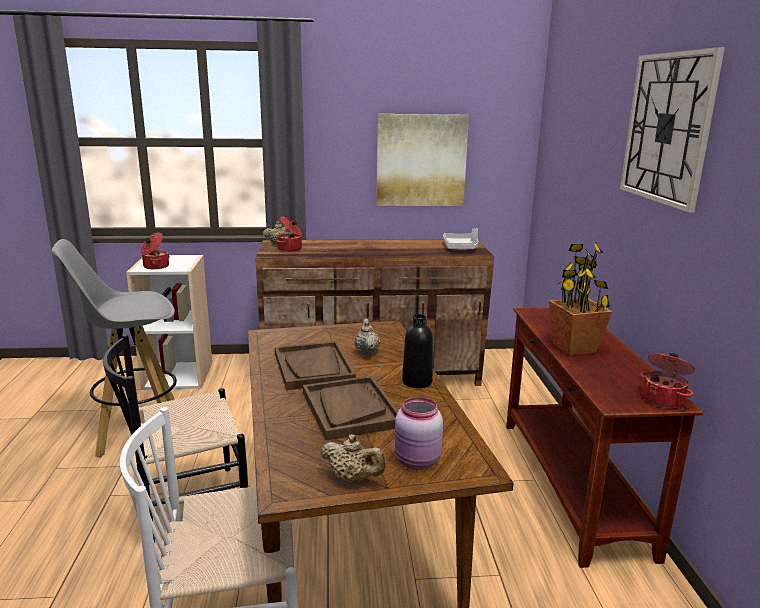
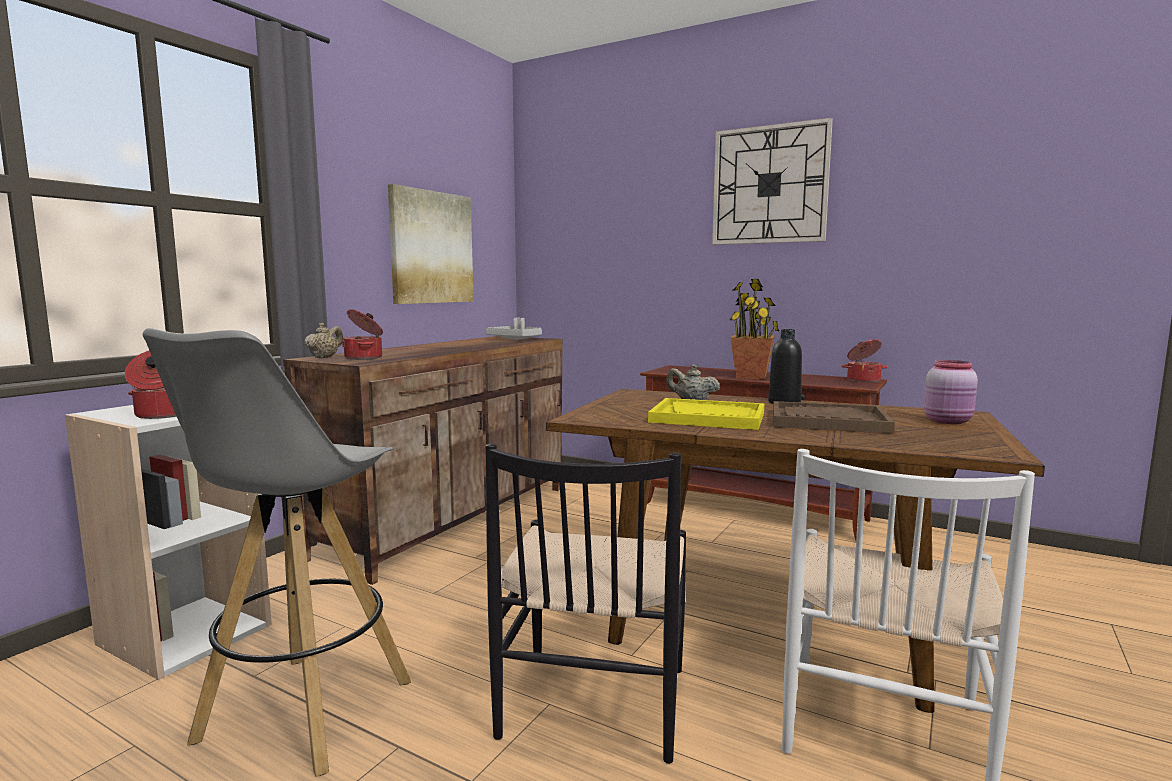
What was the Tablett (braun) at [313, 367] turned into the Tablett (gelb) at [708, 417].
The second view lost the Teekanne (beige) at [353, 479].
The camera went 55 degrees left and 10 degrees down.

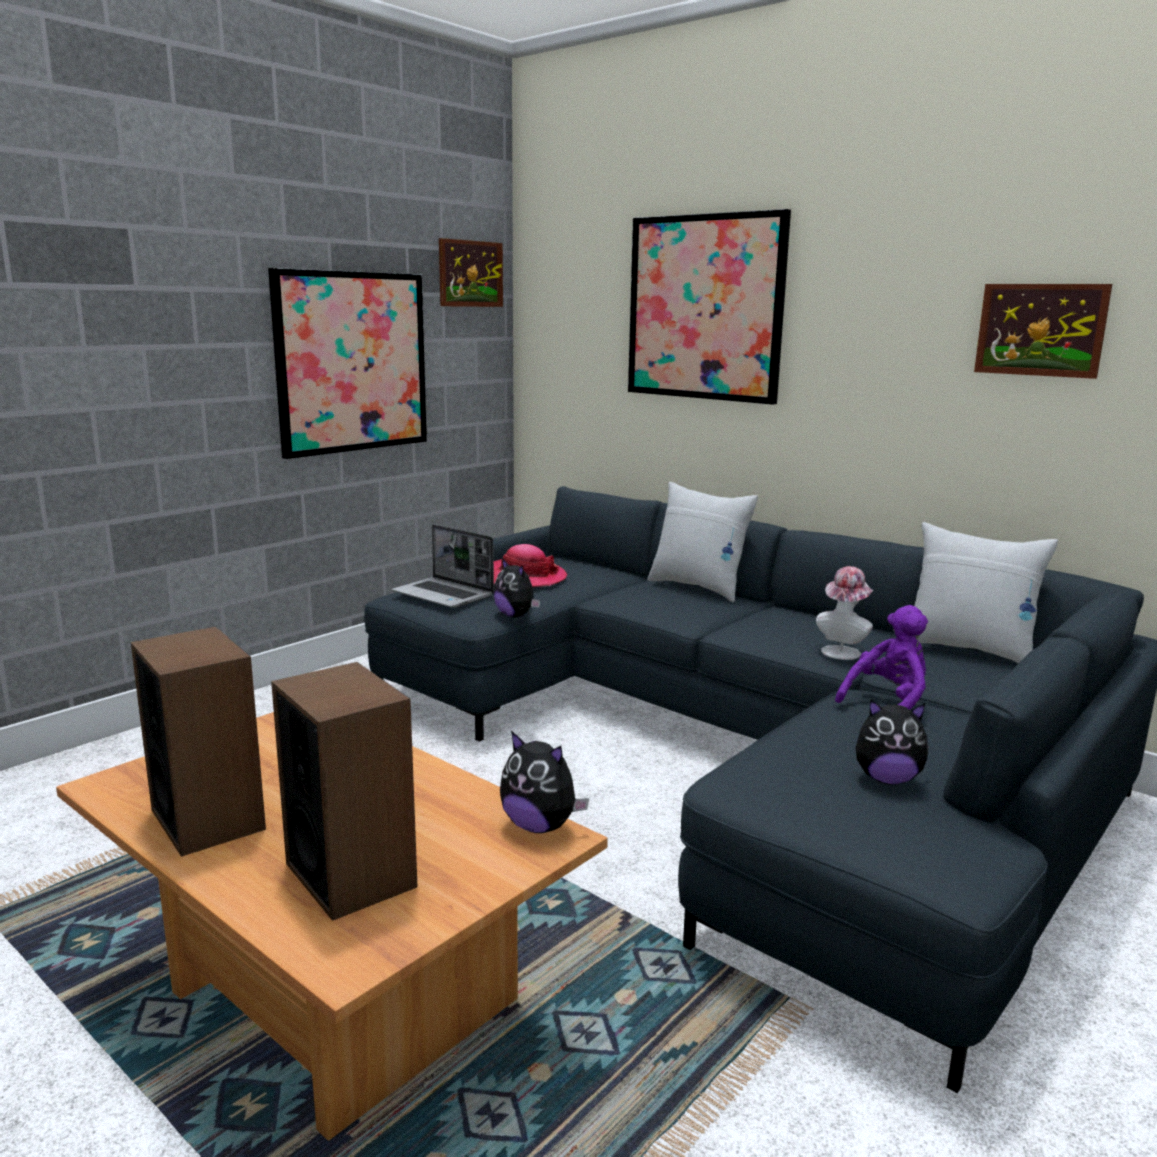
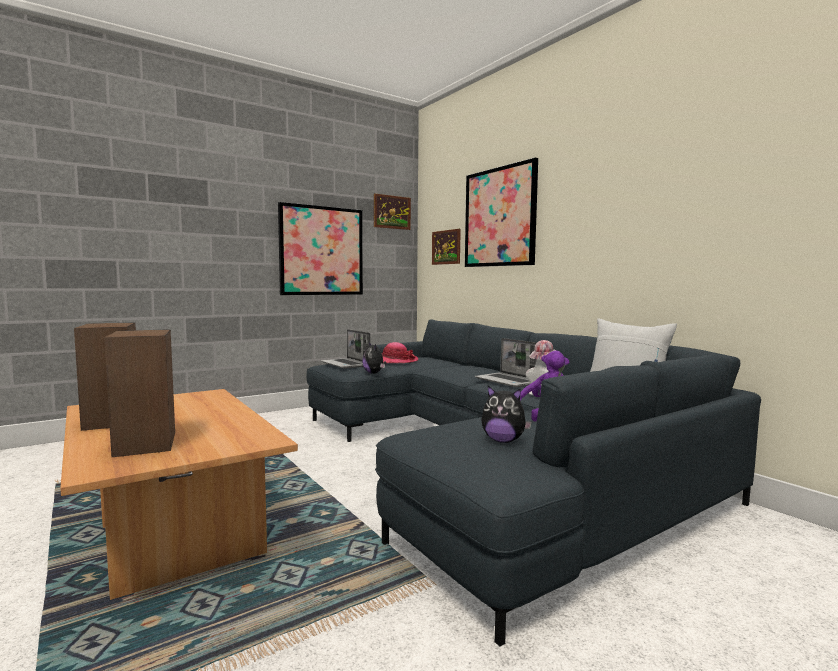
The second view lost the Plüschtier at [540, 826].
The second view lost the Kissen (grau) at [697, 588].
The Bild ended up elsewhere, having gone from [1040, 330] to [446, 247].
The second view gained the Laptop at [508, 381].
The camera went 15 degrees right and 10 degrees down.

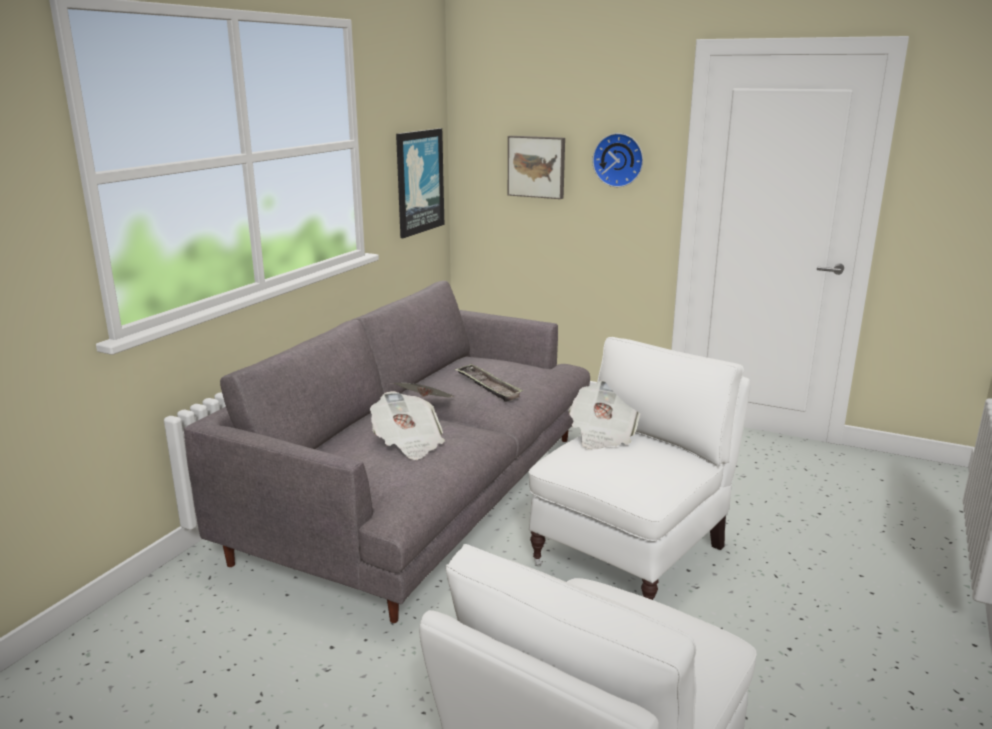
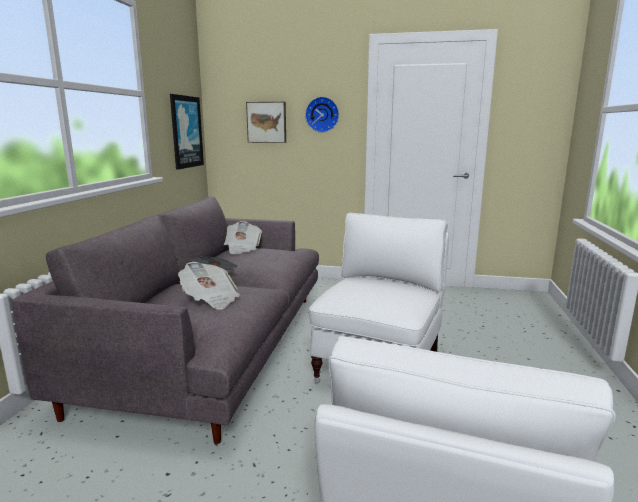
The second view lost the Tablett at [487, 386].
The Zeitung ended up elsewhere, having gone from [603, 434] to [241, 249].
The camera went 15 degrees left and 5 degrees down.

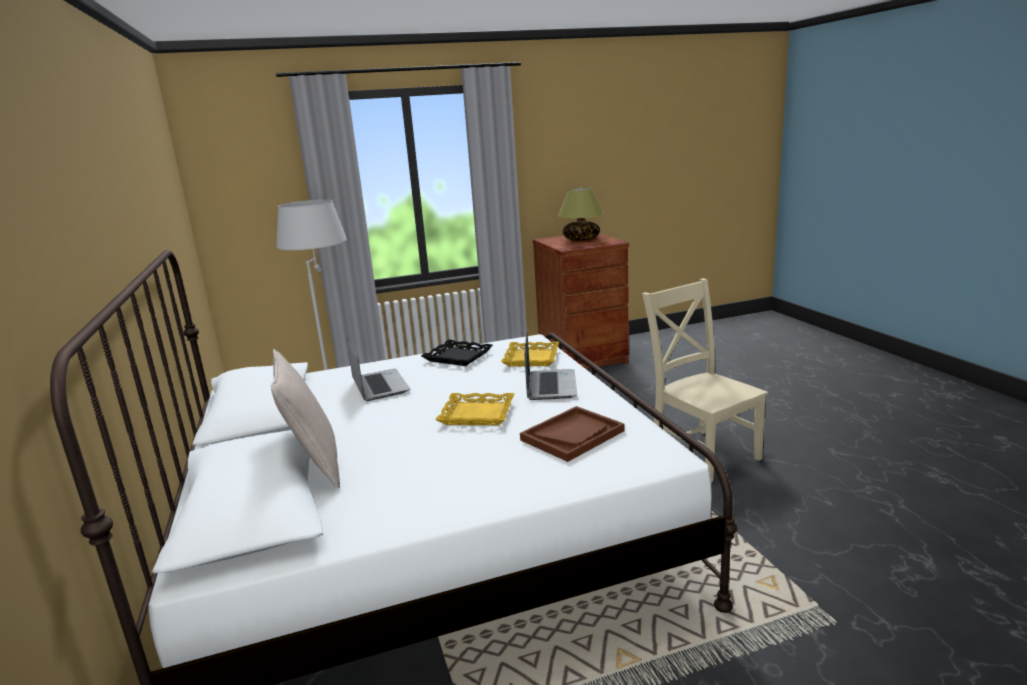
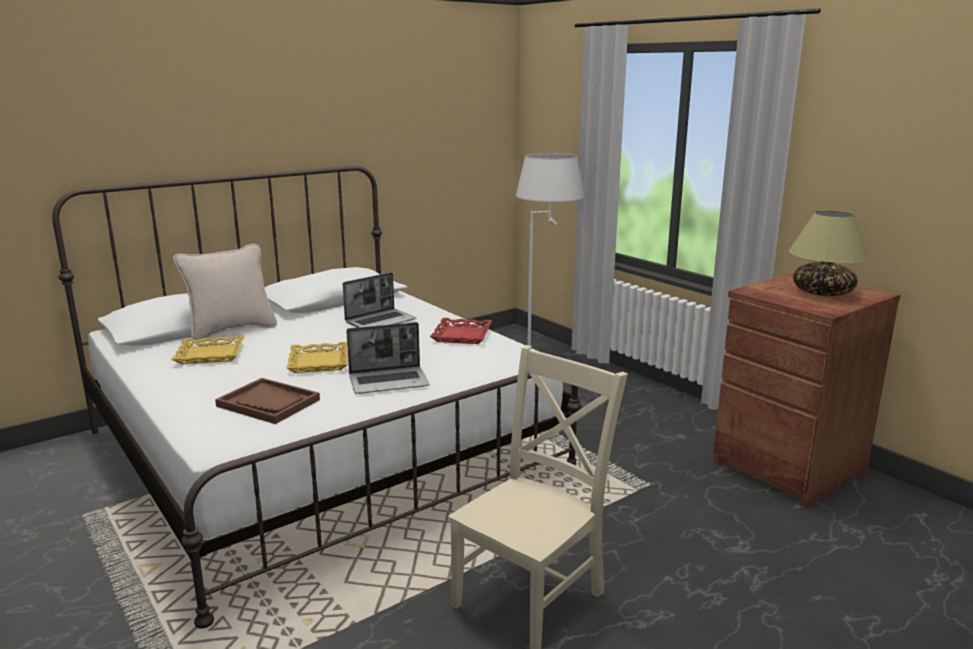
What was the Tablett (schwarz) at [457, 357] turned into the Tablett (rot) at [461, 335].
The Tablett (gelb) ended up elsewhere, having gone from [532, 358] to [210, 355].
The camera went 70 degrees right and 0 degrees up.

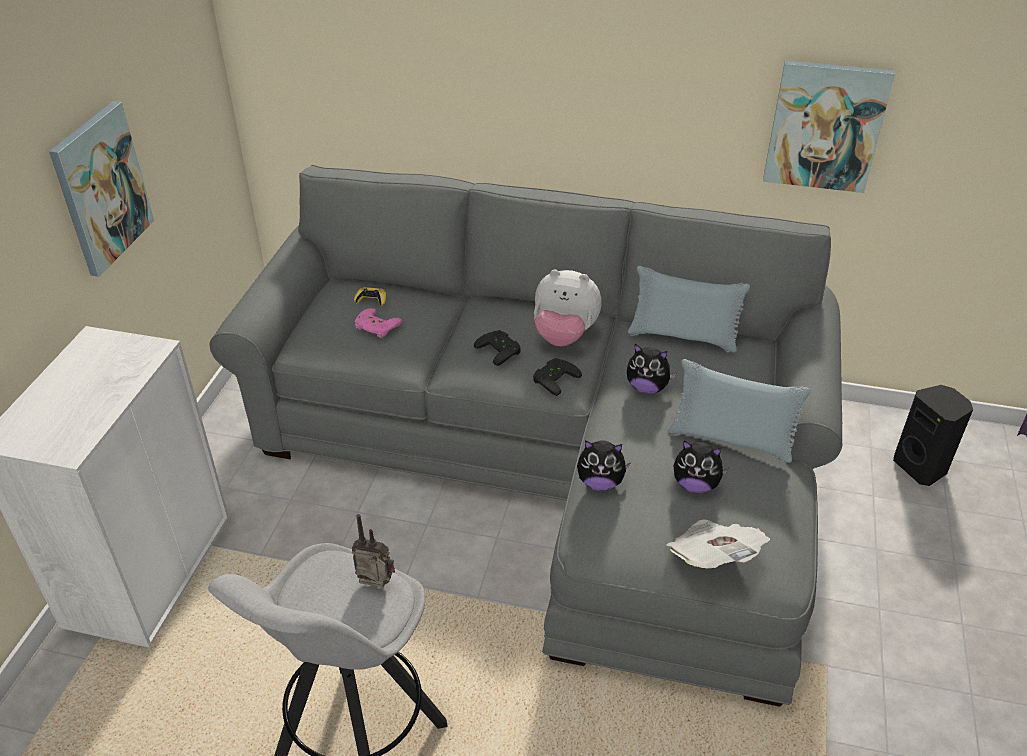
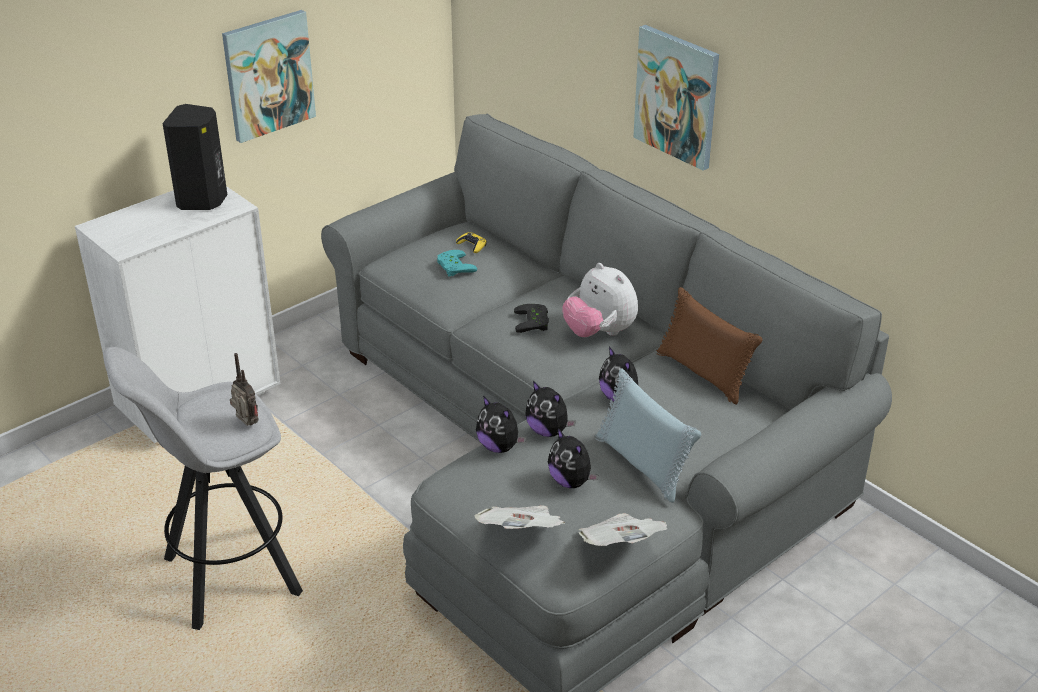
What was the Gamepad (rosa) at [375, 327] turned into the Gamepad (türkis) at [453, 266].
The second view lost the Gamepad (schwarz) at [553, 378].
What was the Kissen (blau) at [683, 337] turned into the Kissen (braun) at [704, 374].
The Bild ended up elsewhere, having gone from [825, 126] to [677, 96].
The Lautsprecher (schwarz) ended up elsewhere, having gone from [921, 467] to [203, 200].
The second view gained the Plüschtier at [548, 431].
The second view gained the Zeitung at [621, 547].
The camera went 35 degrees right and 5 degrees down.

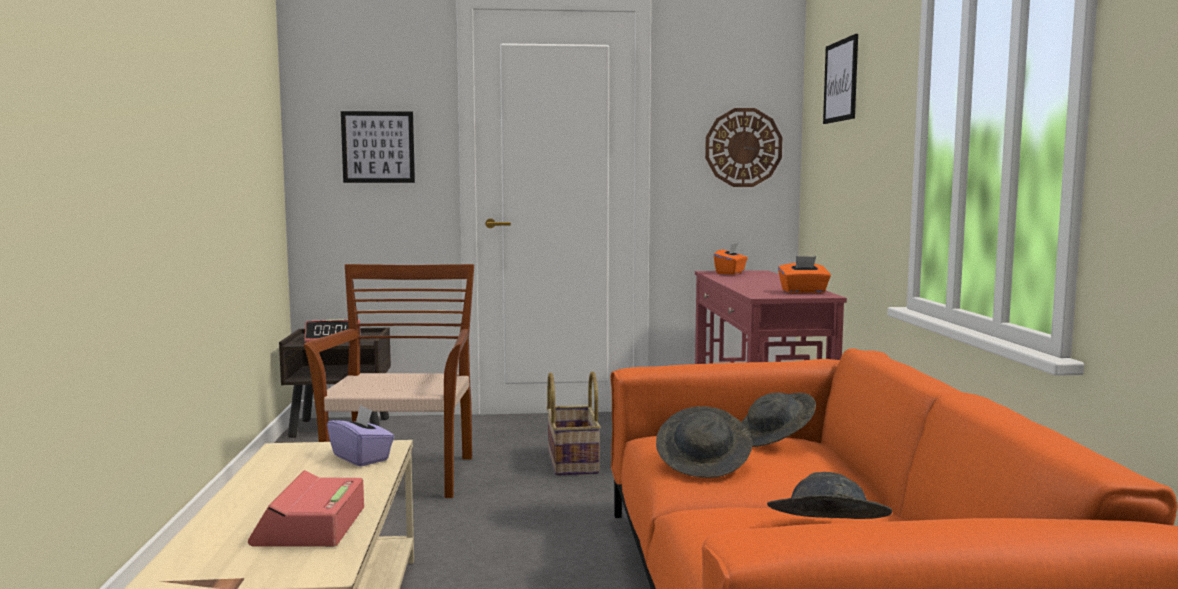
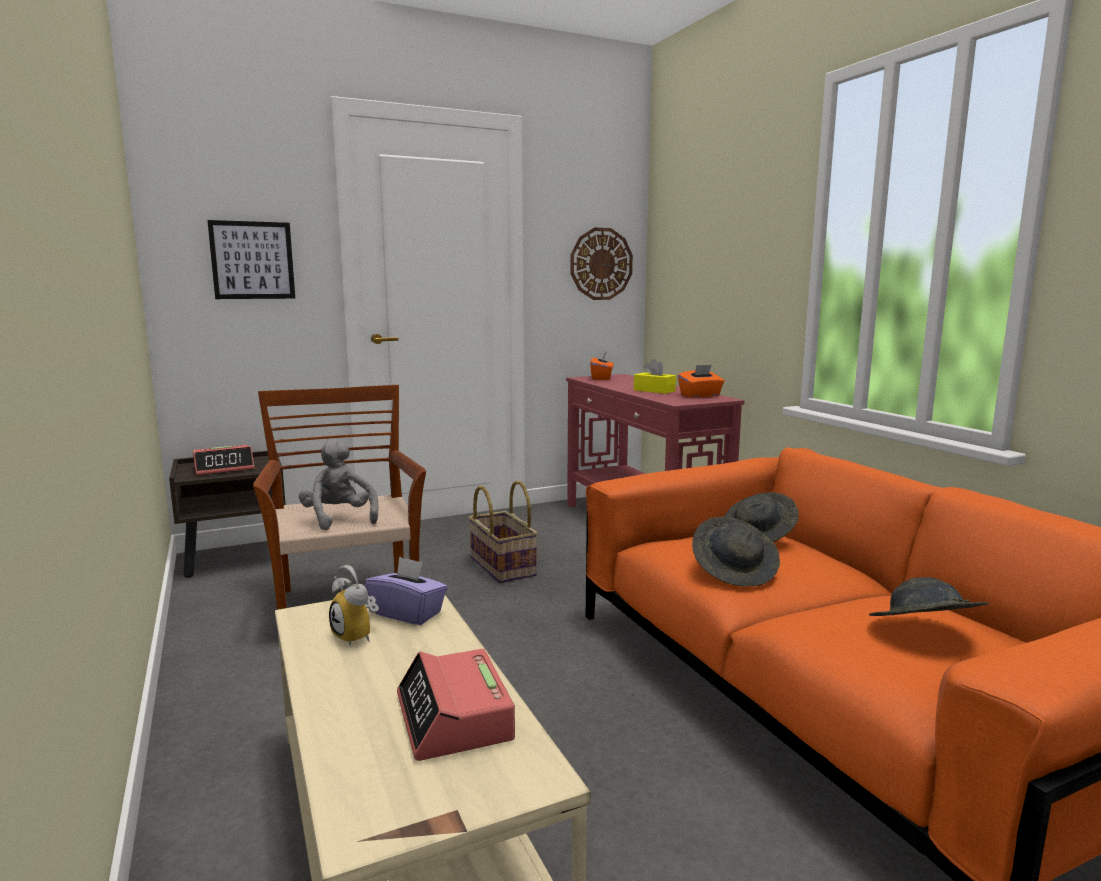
The second view lost the Bild at [841, 81].
The second view gained the Plüschtier (grau) at [339, 518].
The second view gained the Wecker at [359, 636].
The second view gained the Taschentuchbox (gelb) at [654, 391].
The camera went 20 degrees left and 5 degrees up.

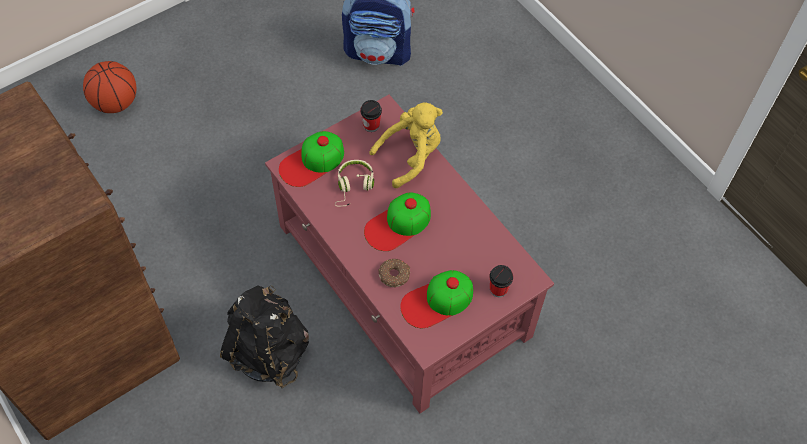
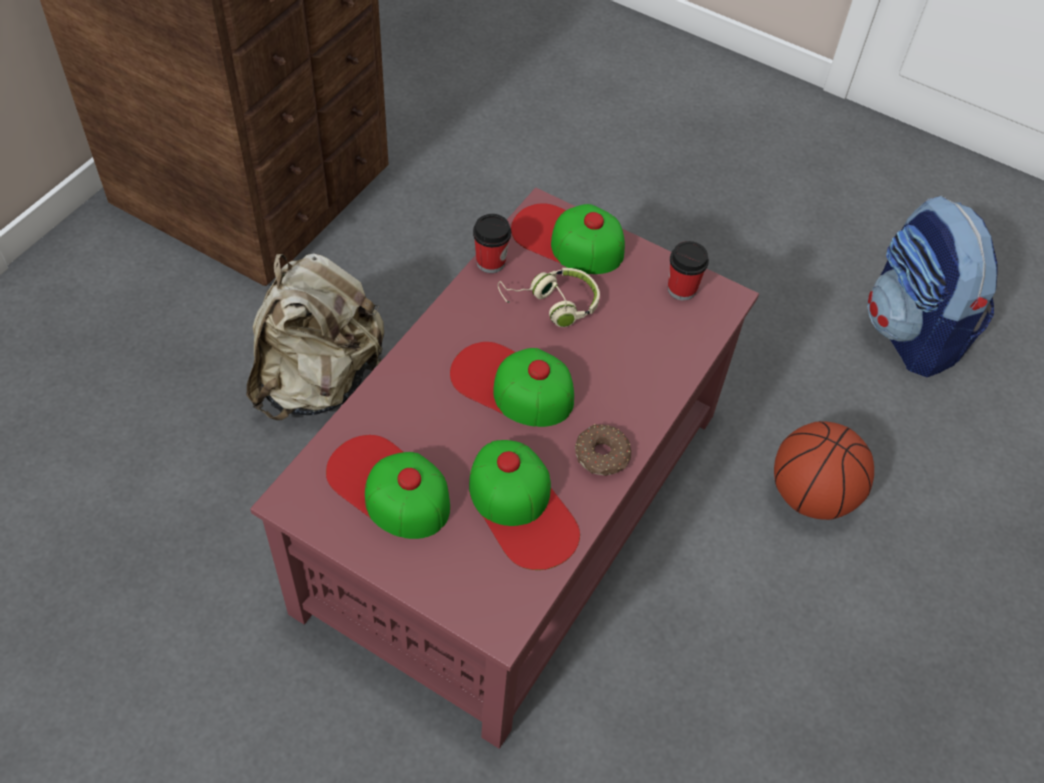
The Basketball ended up elsewhere, having gone from [116, 103] to [811, 495].
What was the Rucksack (schwarz) at [268, 351] turned into the Rucksack (beige) at [318, 380].
The second view lost the Plüschtier (gelb) at [411, 156].
The Donut ended up elsewhere, having gone from [395, 275] to [602, 456].
The Tasse ended up elsewhere, having gone from [498, 289] to [491, 262].
The second view gained the Kappe at [522, 509].
The camera went 65 degrees right and 5 degrees down.

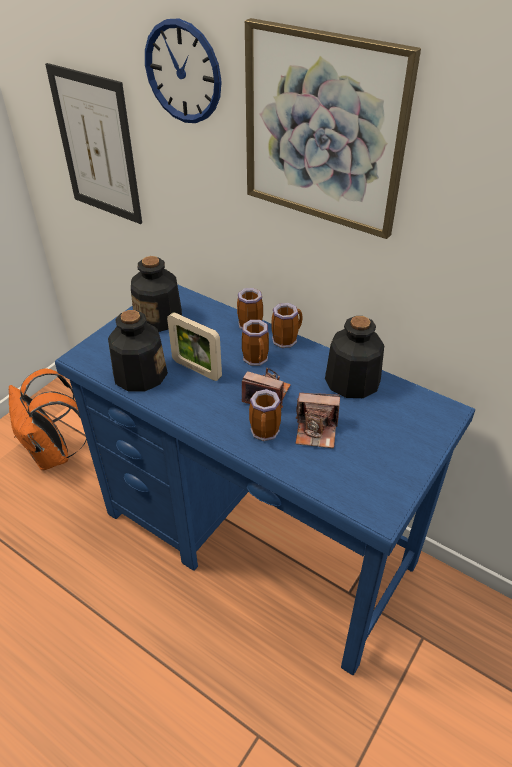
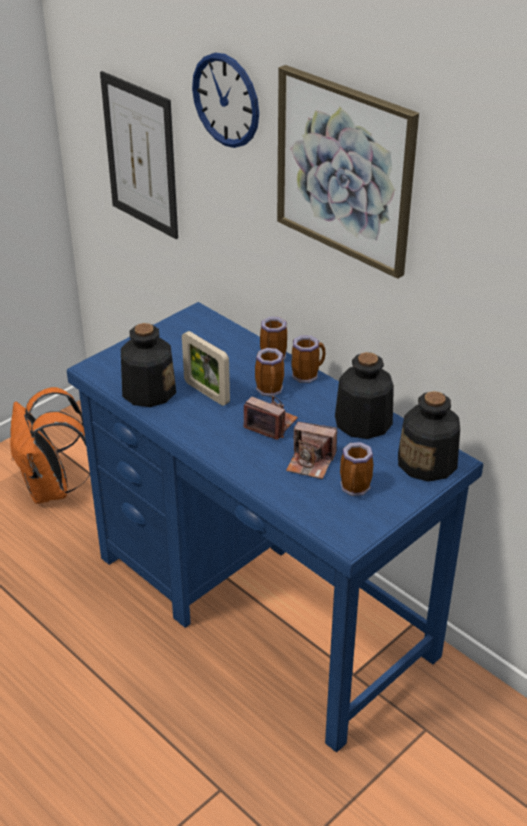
The Flasche ended up elsewhere, having gone from [159, 318] to [427, 463].
The Henkelbecher ended up elsewhere, having gone from [266, 433] to [355, 489].
The camera went 10 degrees right and 5 degrees down.

